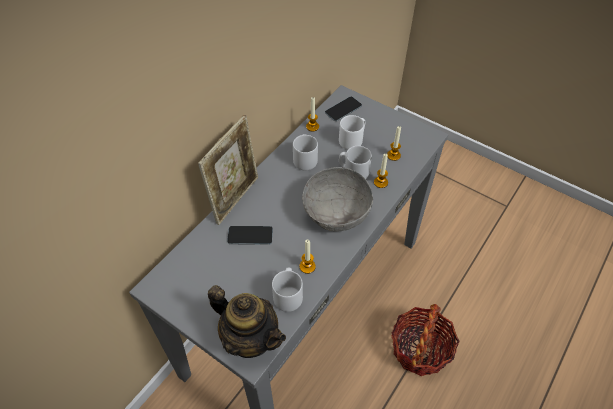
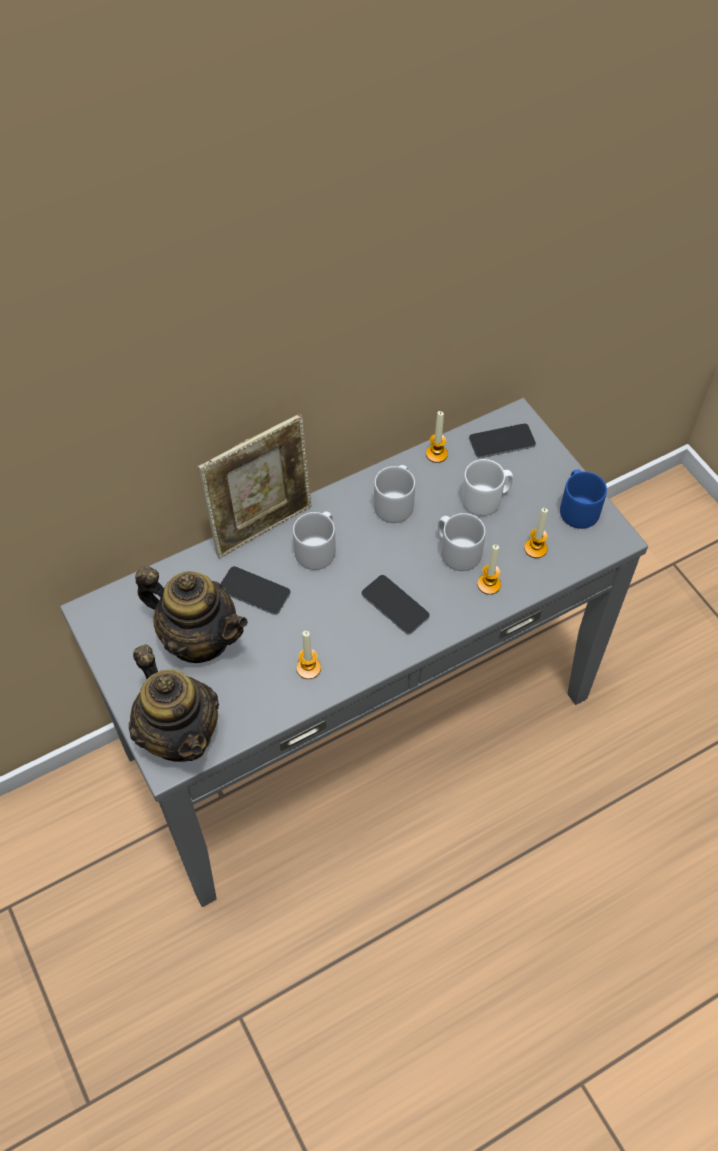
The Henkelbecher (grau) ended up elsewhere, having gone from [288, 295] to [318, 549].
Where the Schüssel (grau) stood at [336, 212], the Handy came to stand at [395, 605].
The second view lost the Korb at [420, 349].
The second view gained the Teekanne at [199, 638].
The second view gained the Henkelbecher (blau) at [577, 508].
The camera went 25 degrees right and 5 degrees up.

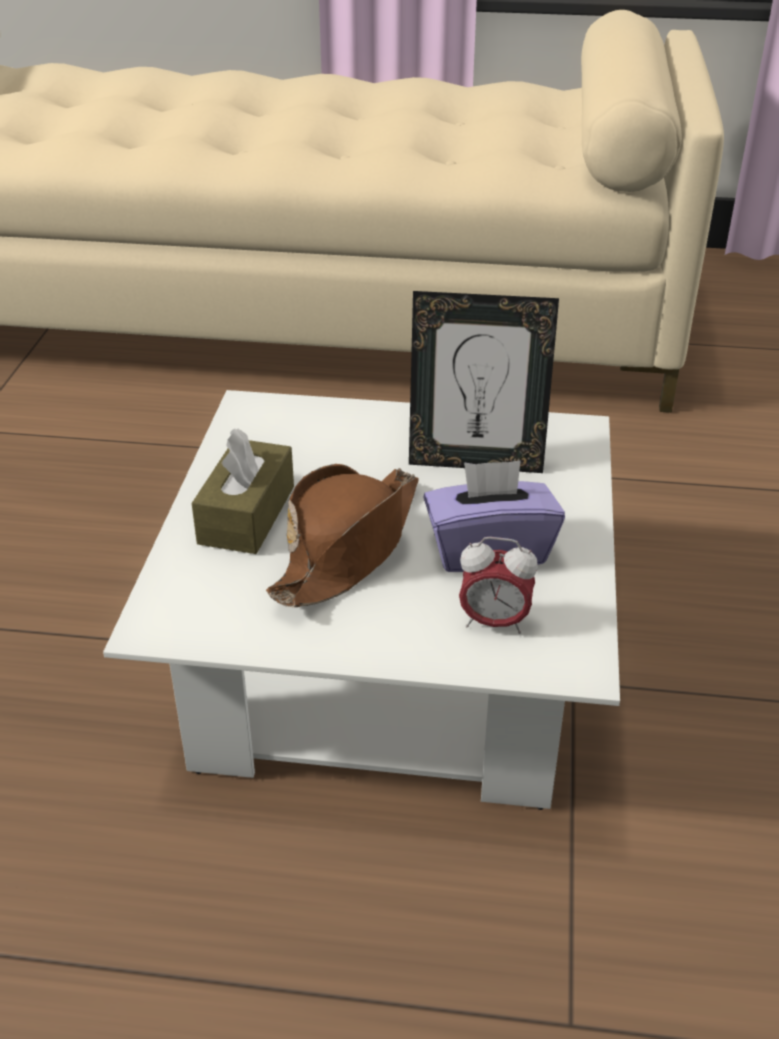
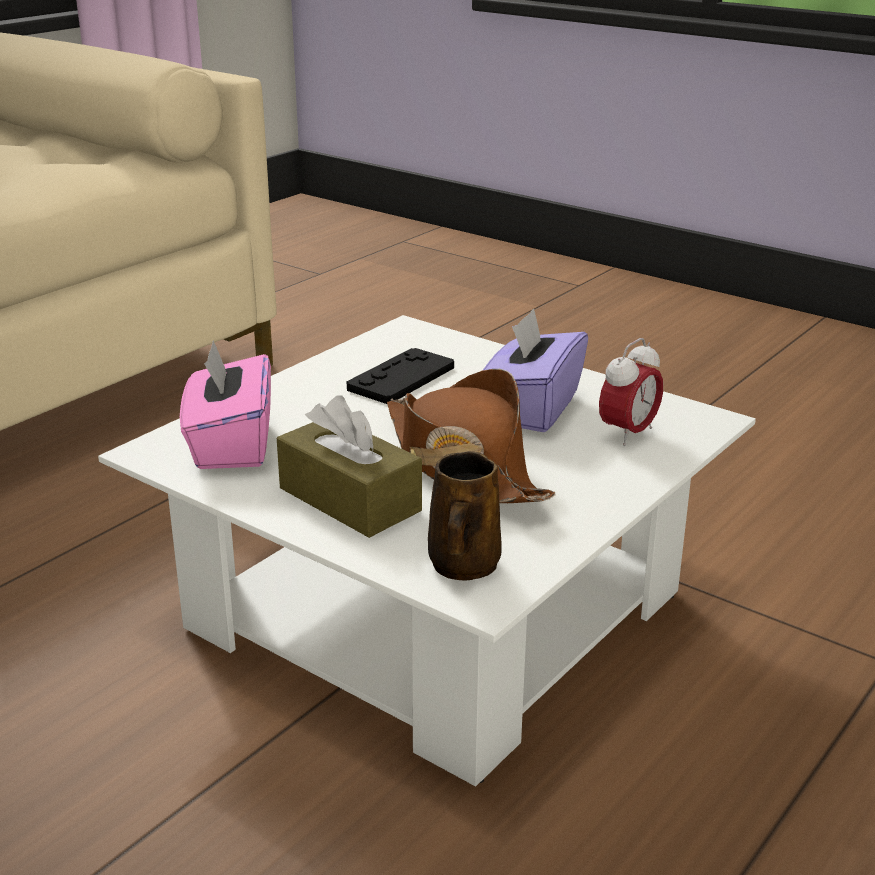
Where the Bilderrahmen stood at [476, 462], the Gamepad (schwarz) came to stand at [401, 378].
The second view gained the Taschentuchbox (rosa) at [230, 445].
The second view gained the Henkelbecher (braun) at [462, 567].
The camera went 60 degrees left and 10 degrees down.

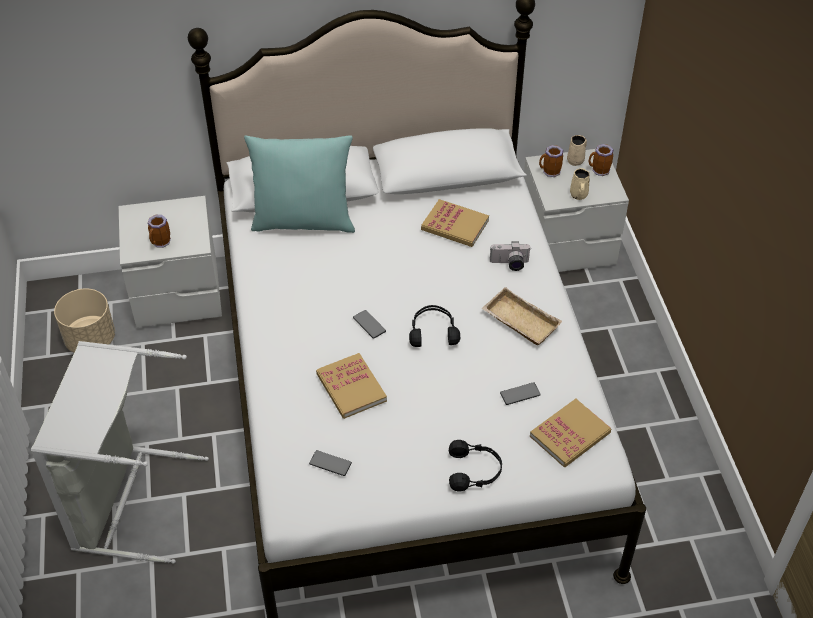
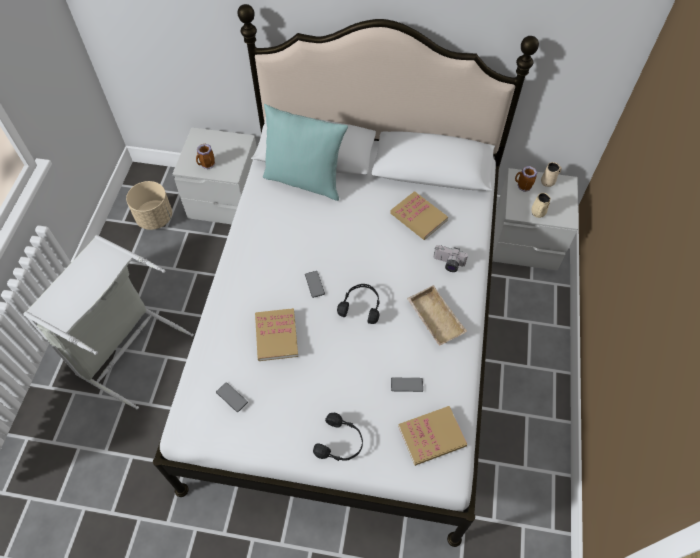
The second view lost the Henkelbecher at [599, 171].
The camera went 20 degrees right and 10 degrees up.

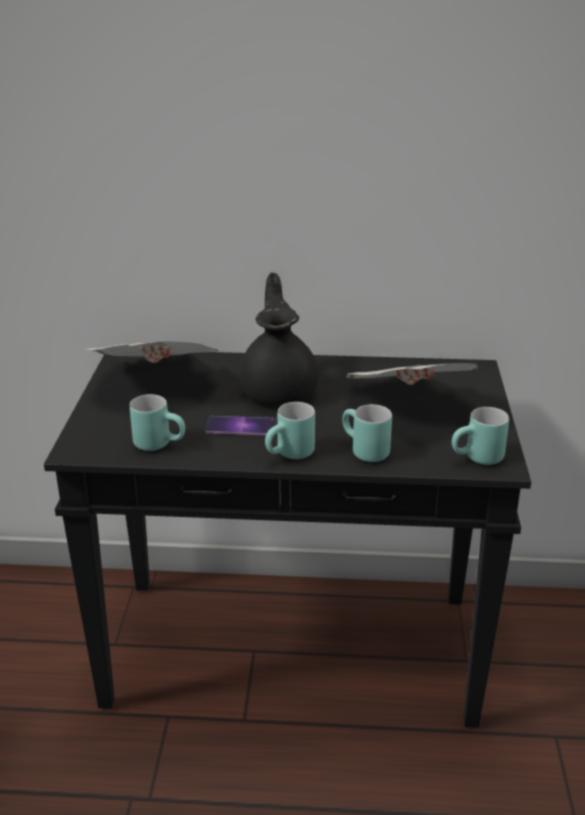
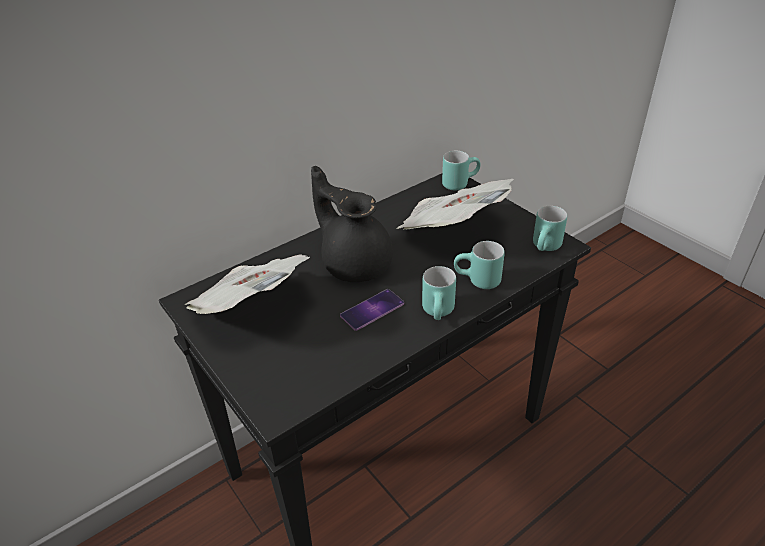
The Henkelbecher (türkis) ended up elsewhere, having gone from [160, 443] to [459, 183].
The camera went 40 degrees left and 10 degrees up.

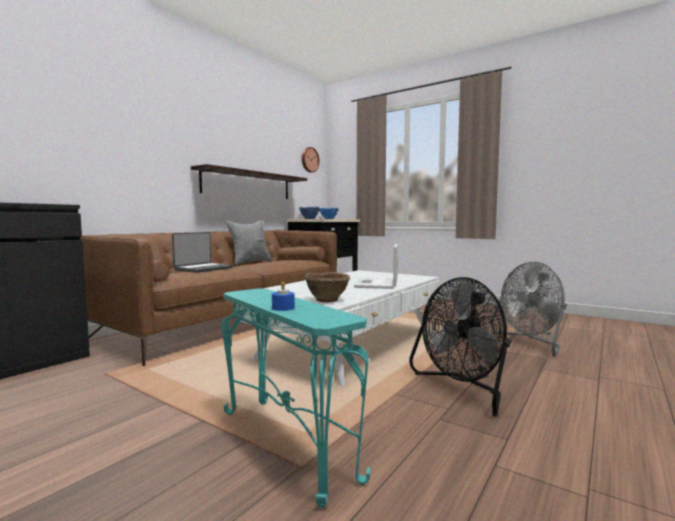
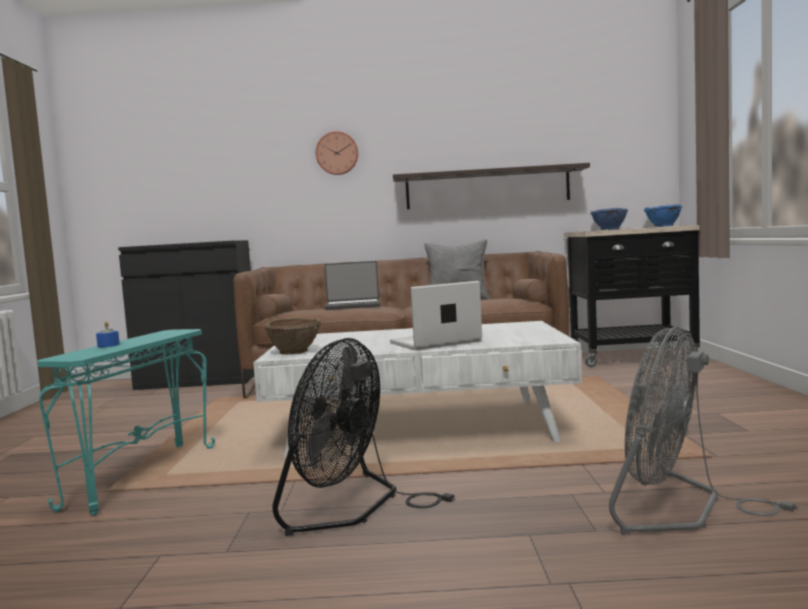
The Wanduhr ended up elsewhere, having gone from [309, 160] to [337, 153].
The camera went 55 degrees right and 0 degrees up.

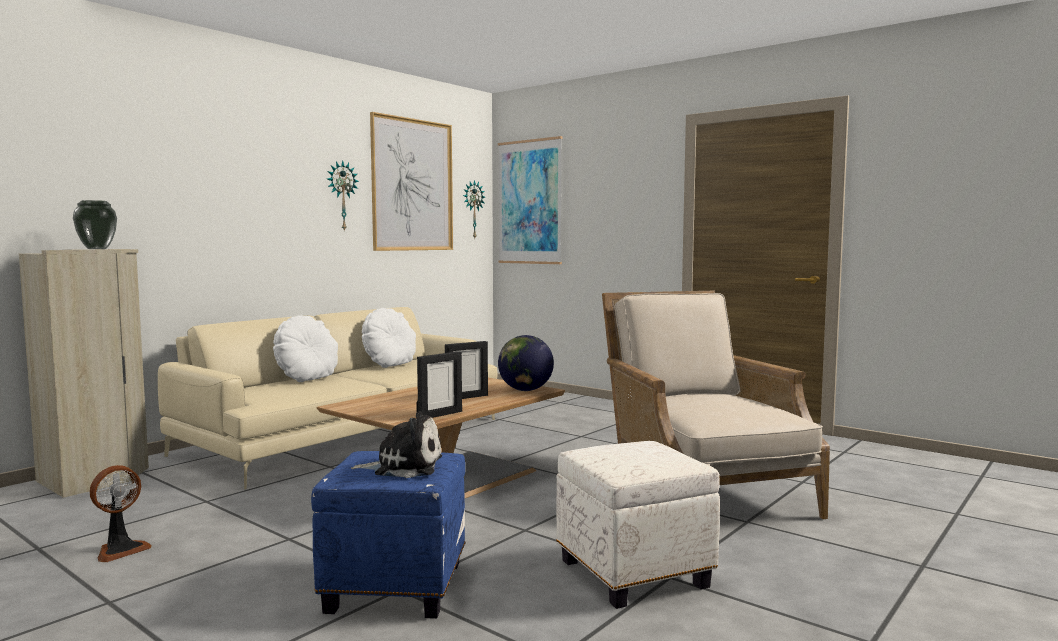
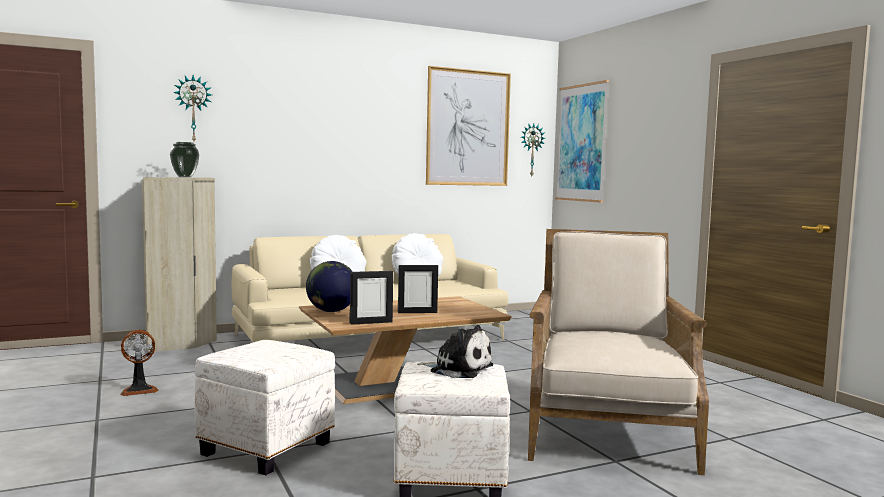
What was the Polsterhocker (blau) at [394, 585] turned into the Polsterhocker (weiß) at [267, 447].
The Wanduhr ended up elsewhere, having gone from [341, 196] to [193, 109].
The Plüschtier ended up elsewhere, having gone from [404, 466] to [458, 369].
The Globus ended up elsewhere, having gone from [526, 390] to [331, 311].
The camera went 25 degrees right and 0 degrees up.

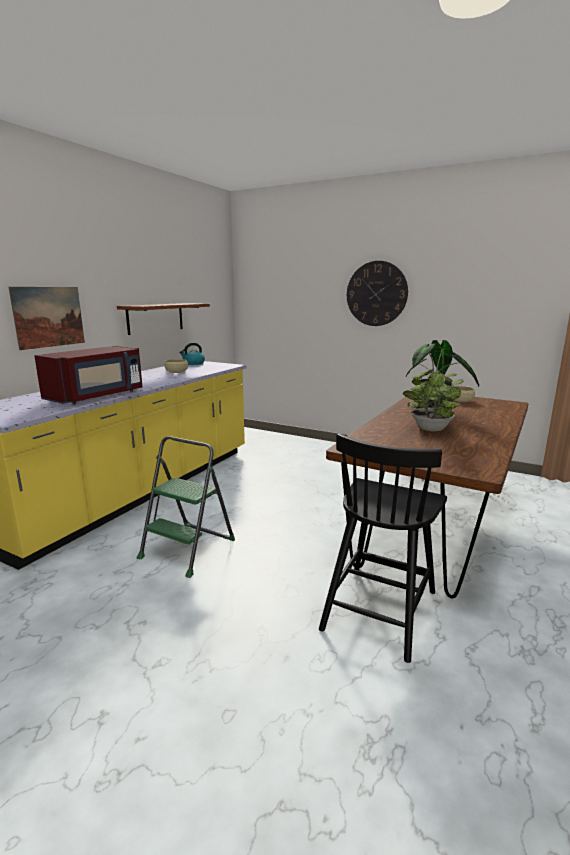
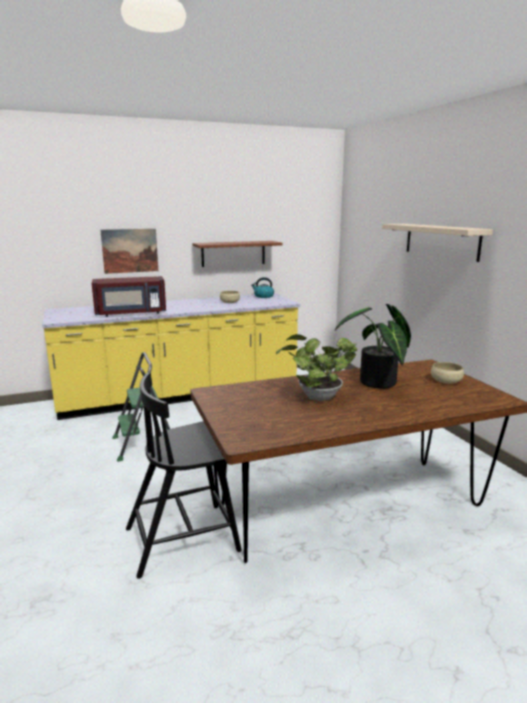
Where the Wanduhr hung at [376, 294], the Wandregal (beige) came to hang at [441, 241].
The camera went 40 degrees right and 0 degrees up.

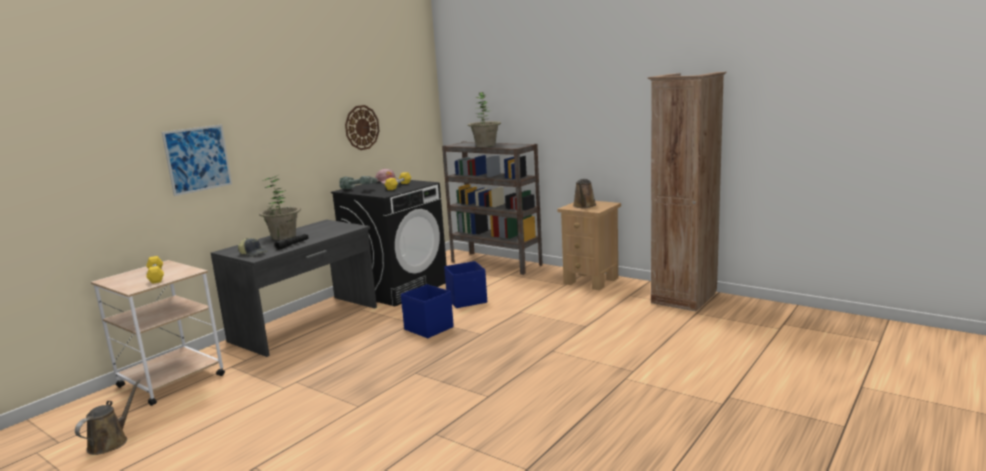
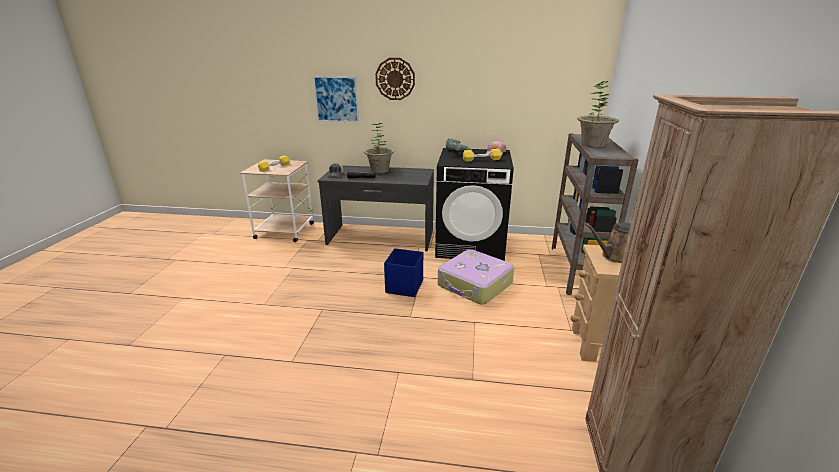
The second view lost the Gießkanne (braun) at [111, 442].
The Wanduhr ended up elsewhere, having gone from [362, 127] to [395, 79].
Where the Aufbewahrungsbox (blau) stood at [467, 300], the Koffer came to stand at [475, 285].
The camera went 60 degrees right and 10 degrees up.

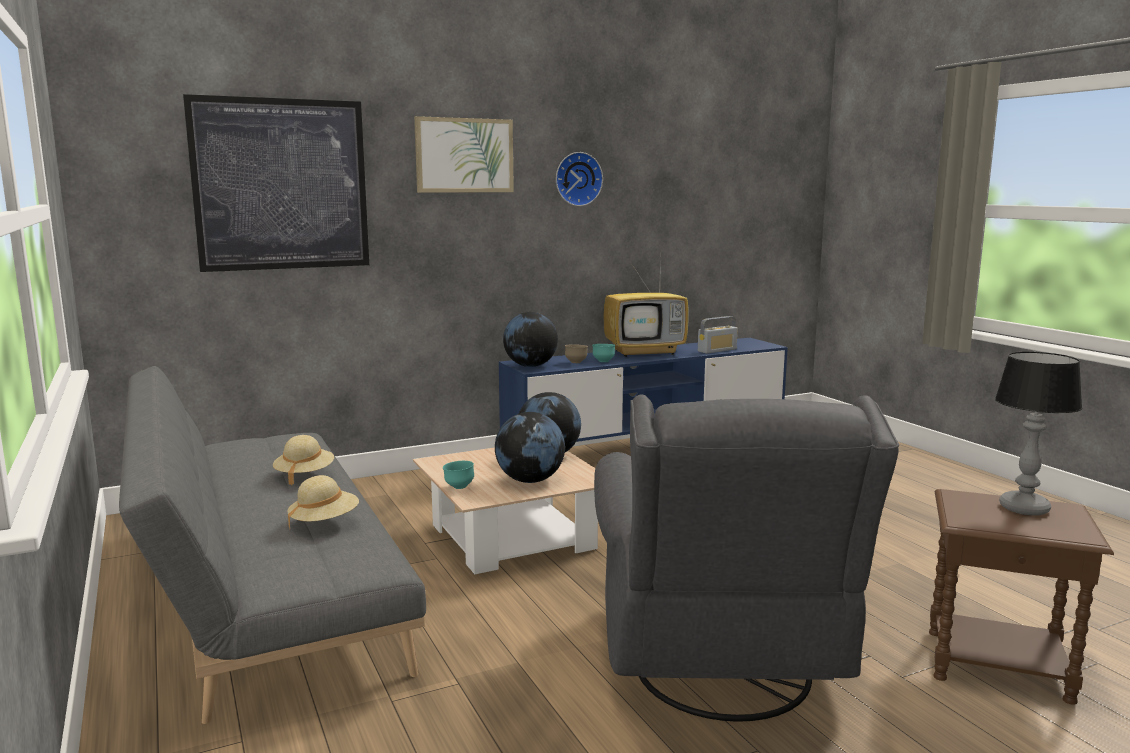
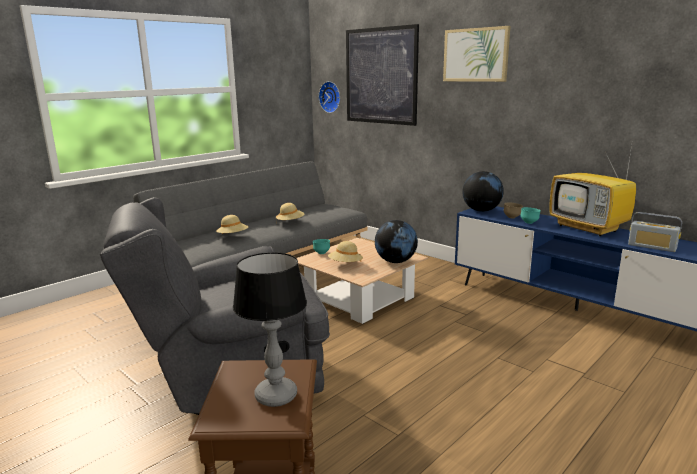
Where the Globus stood at [530, 480], the Hut (beige) came to stand at [345, 265].
The Wanduhr ended up elsewhere, having gone from [577, 179] to [331, 97].
The camera went 70 degrees right and 5 degrees up.

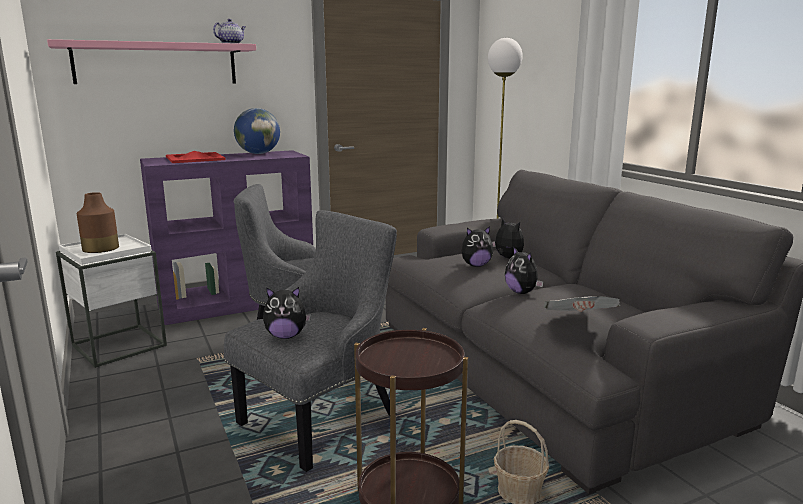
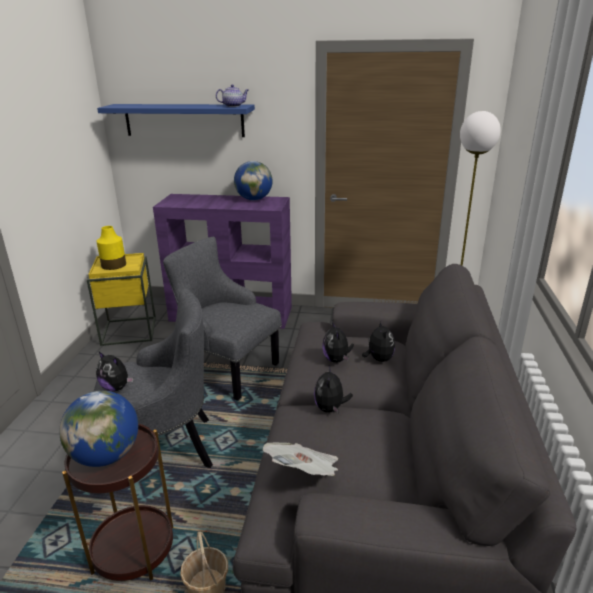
What was the Wandregal (rosa) at [156, 64] turned into the Wandregal (blau) at [184, 120].
What was the Beistelltisch (weiß) at [119, 345] turned into the Beistelltisch (gelb) at [129, 331].
What was the Vase (braun) at [101, 248] turned into the Vase (gelb) at [114, 265].
The second view lost the Tablett (rot) at [194, 158].
The Plüschtier at [476, 265] ended up facing another way, 60 degrees clockwise from before.
The second view gained the Globus at [106, 455].
The camera went 35 degrees right and 10 degrees up.

